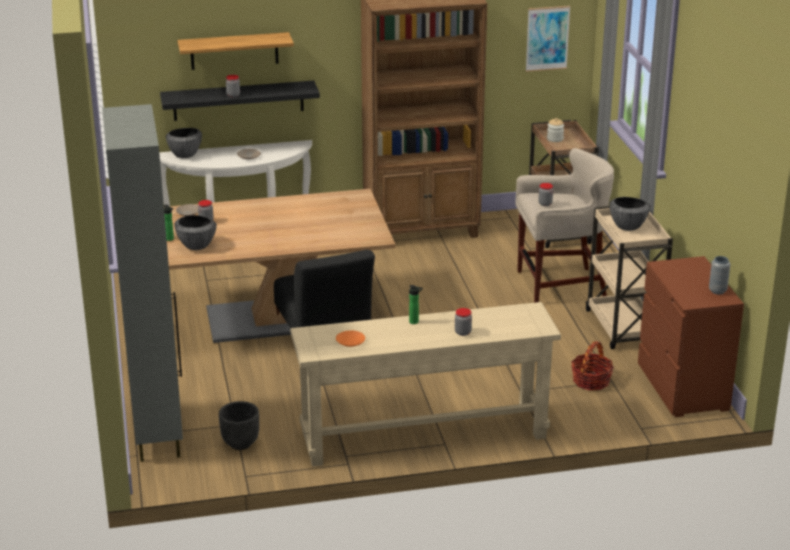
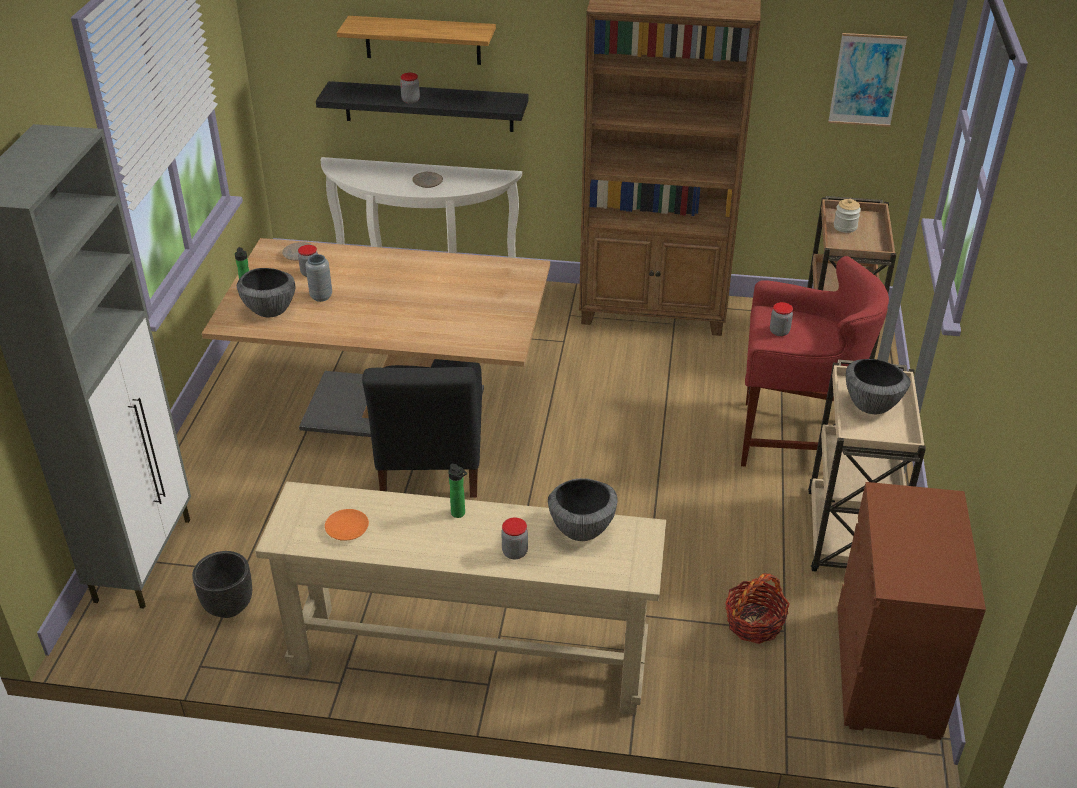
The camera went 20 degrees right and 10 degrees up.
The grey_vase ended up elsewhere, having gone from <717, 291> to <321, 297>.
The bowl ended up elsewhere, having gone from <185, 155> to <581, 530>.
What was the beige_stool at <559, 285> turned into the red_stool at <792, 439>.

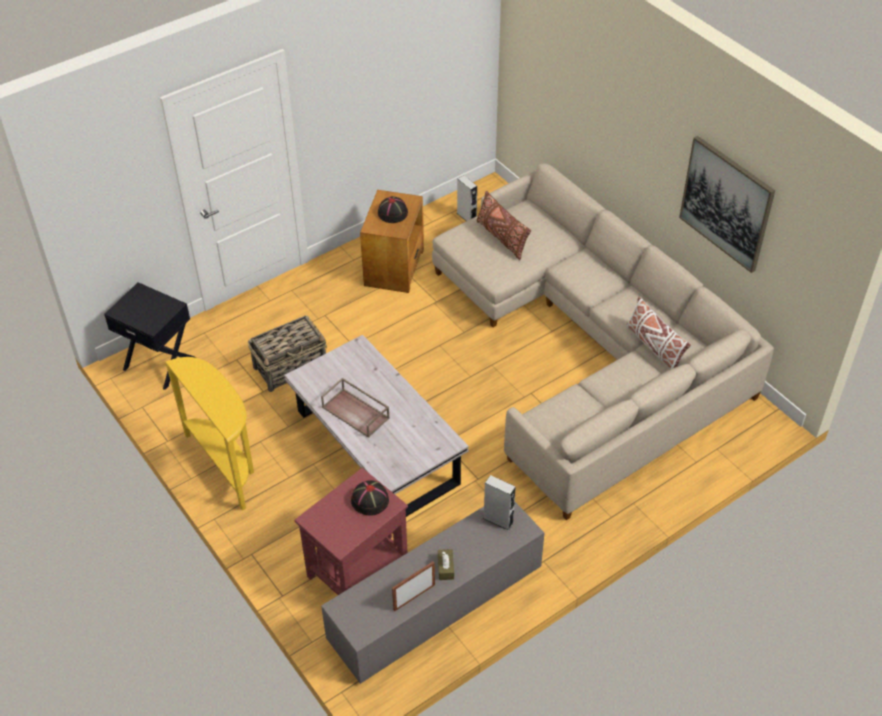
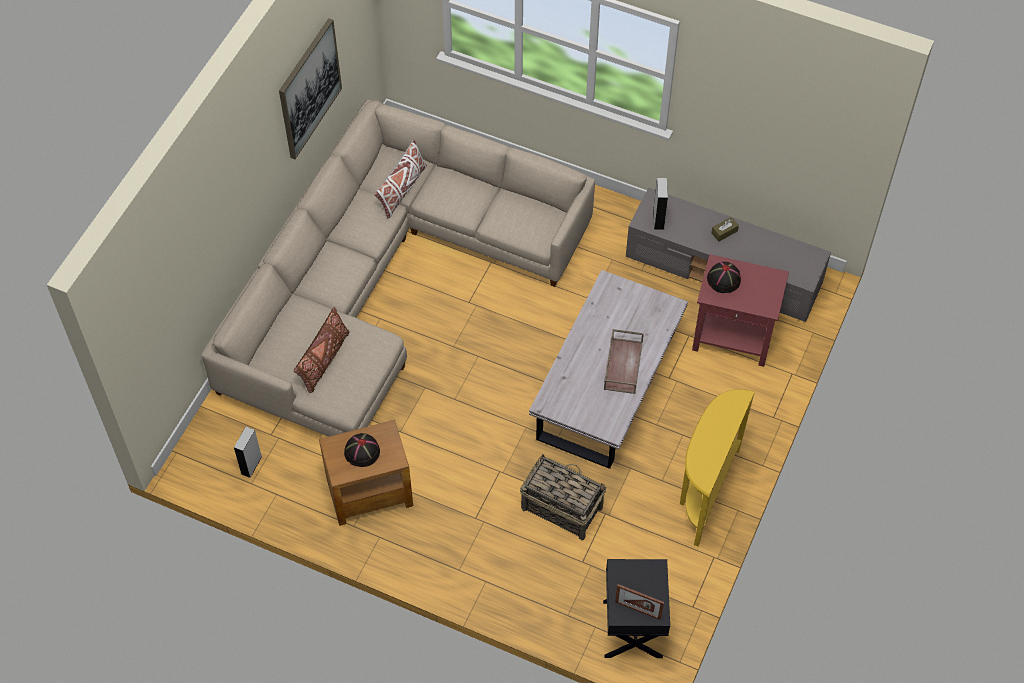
The camera went 120 degrees left and 10 degrees up.
The picture_frame ended up elsewhere, having gone from <414, 597> to <638, 610>.

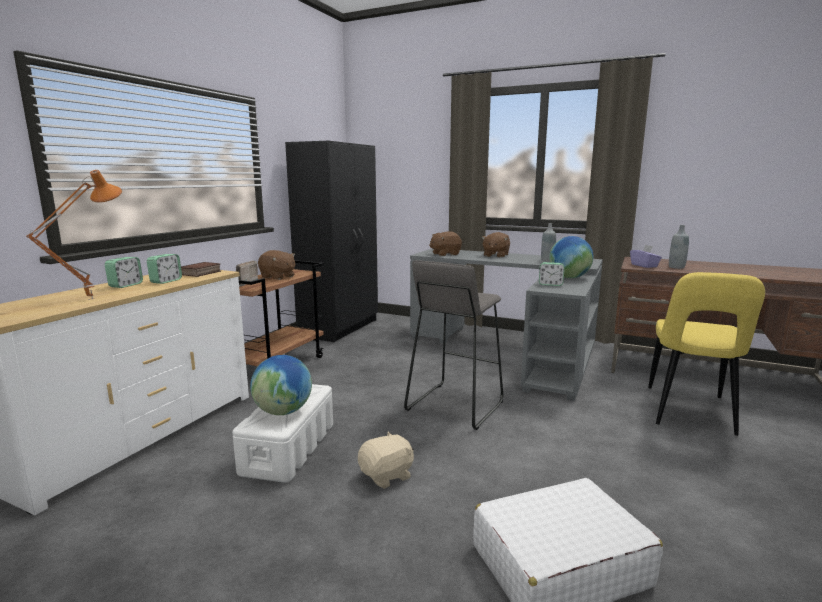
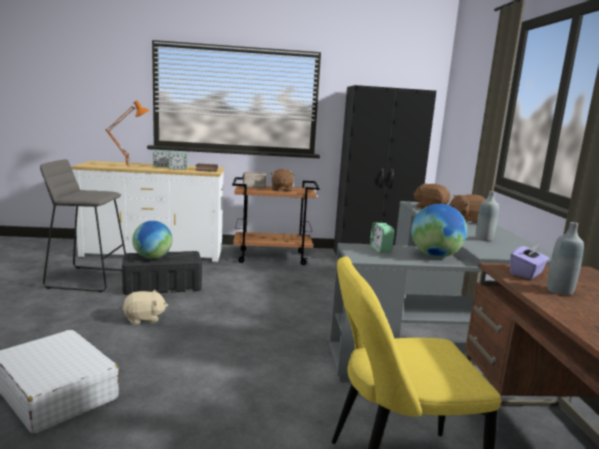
The camera went 60 degrees right and 0 degrees up.
The grey_stool ended up elsewhere, having gone from <454, 405> to <88, 279>.
What was the white_storage_box at <288, 448> turned into the black_storage_box at <162, 286>.
The beige_plush_toy at <387, 476> ended up facing another way, 45 degrees counterclockwise from before.

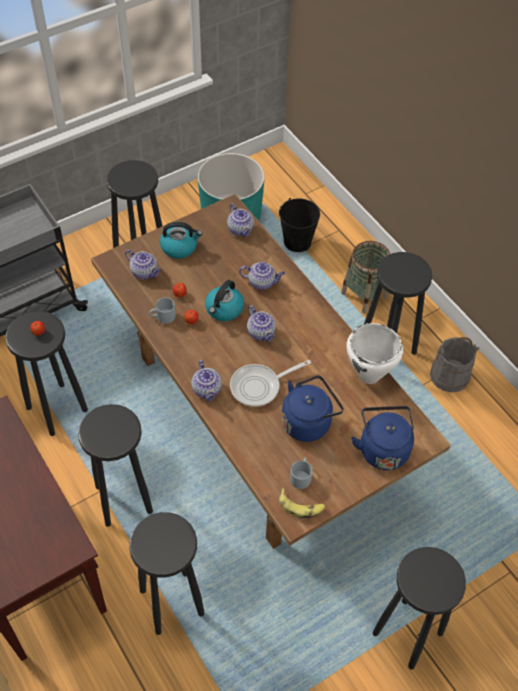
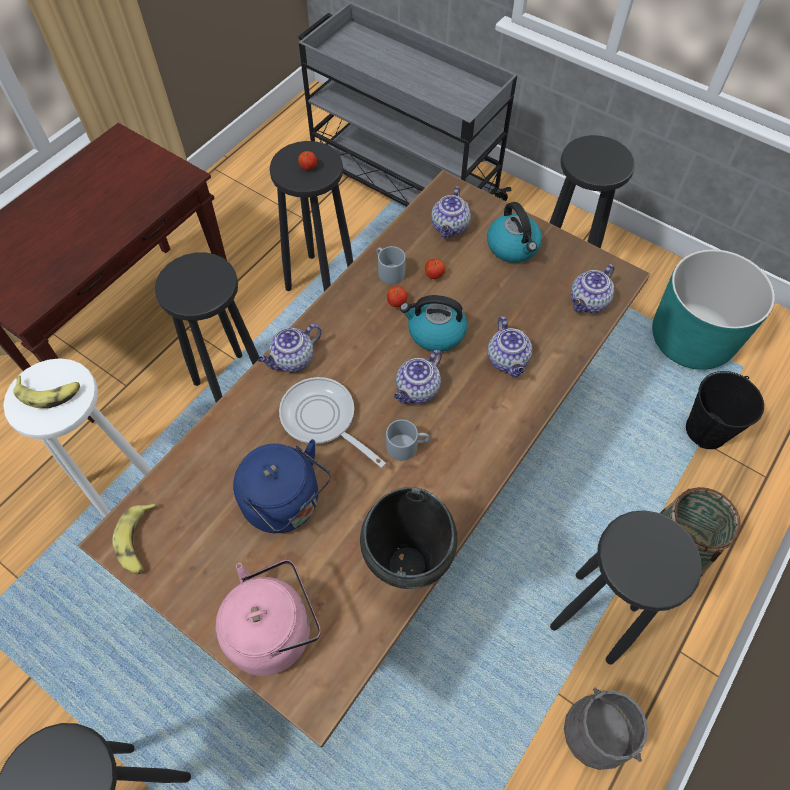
The camera went 70 degrees right and 5 degrees up.
What was the black_stool at <171, 601> turned into the white_stool at <120, 482>.
The second view gained the banana at <49, 393>.
What was the blue_kettle at <382, 448> turned into the pink_kettle at <275, 629>.
What was the white_cooking_pot at <369, 375> turned into the black_cooking_pot at <406, 565>.
The grey_mug ended up elsewhere, having gone from <301, 476> to <407, 446>.

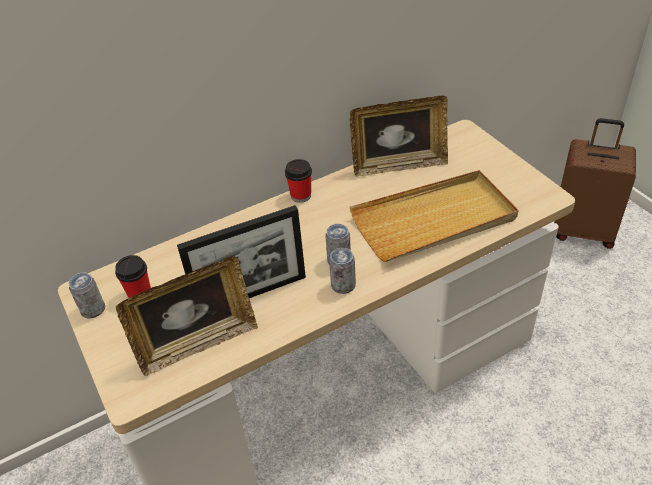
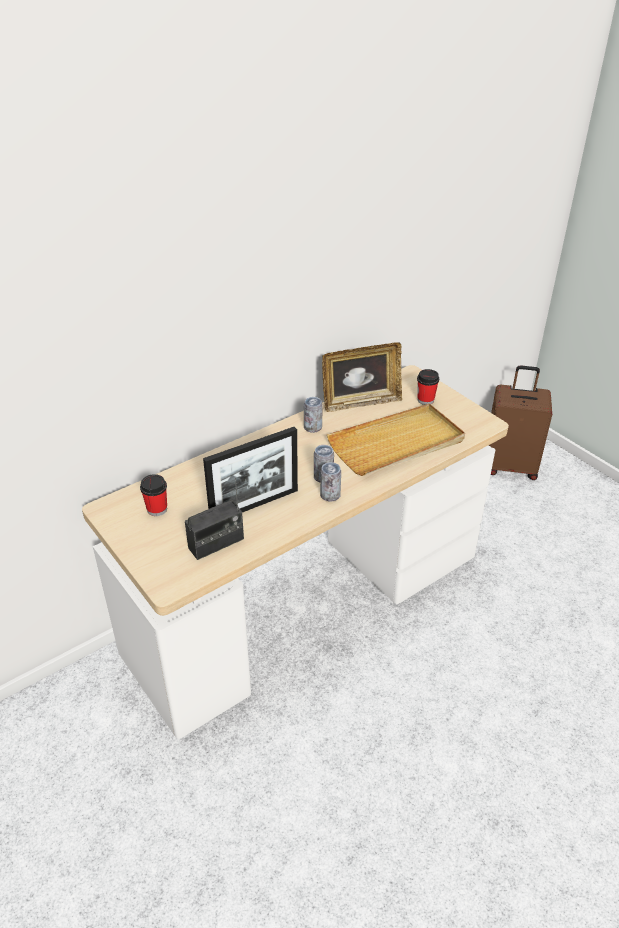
The camera went 10 degrees left and 5 degrees down.
Where the picture_frame stood at <197, 343>, the radio came to stand at <216, 543>.
The can ended up elsewhere, having gone from <93, 310> to <312, 427>.
The cup ended up elsewhere, having gone from <301, 196> to <425, 400>.

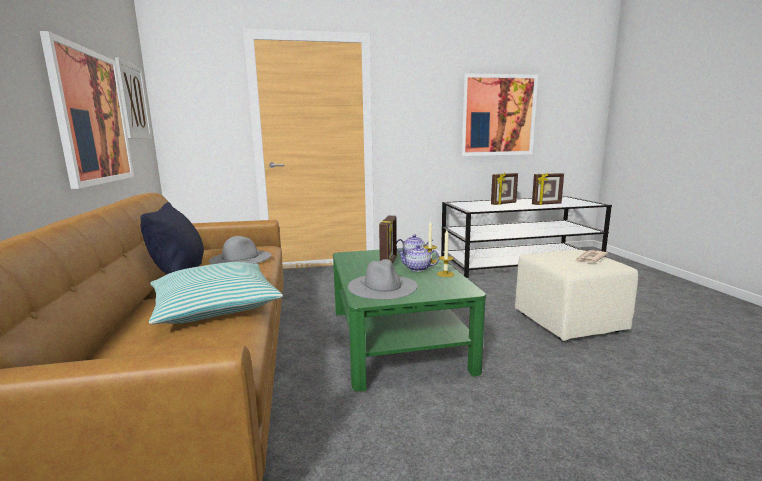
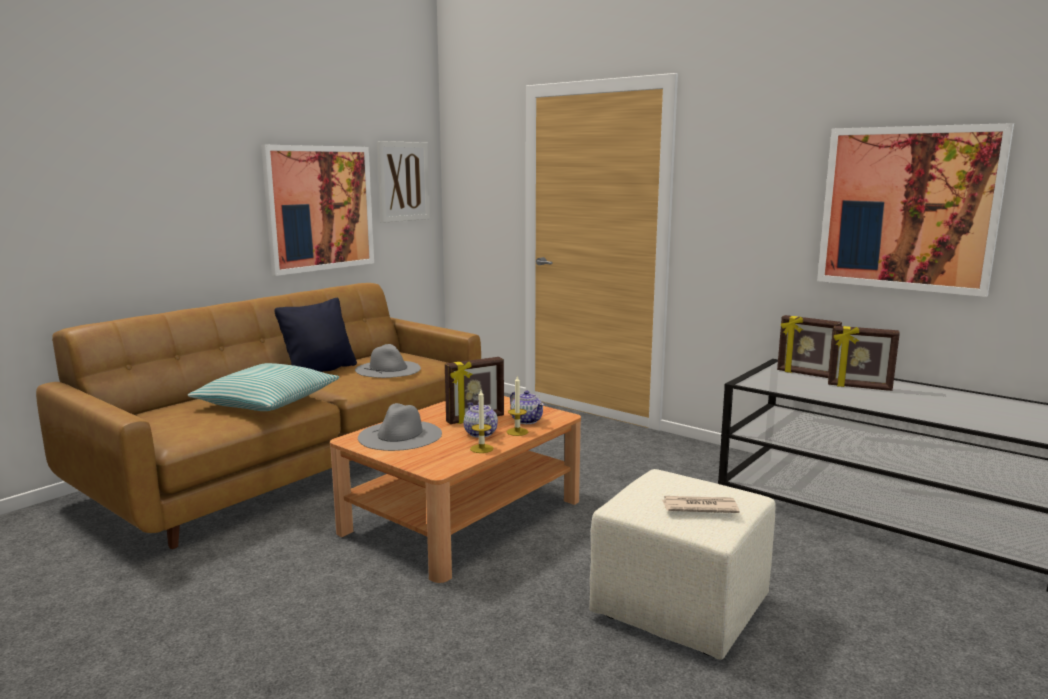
The camera went 50 degrees right and 0 degrees up.
What was the green_coffee_table at <397, 338> turned into the brown_coffee_table at <463, 515>.
The picture_frame ended up elsewhere, having gone from <546, 204> to <805, 374>.

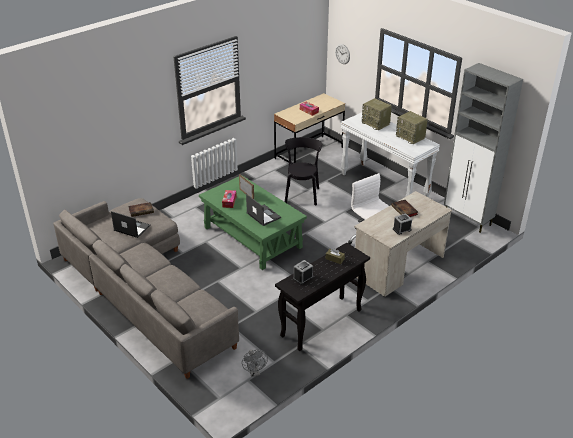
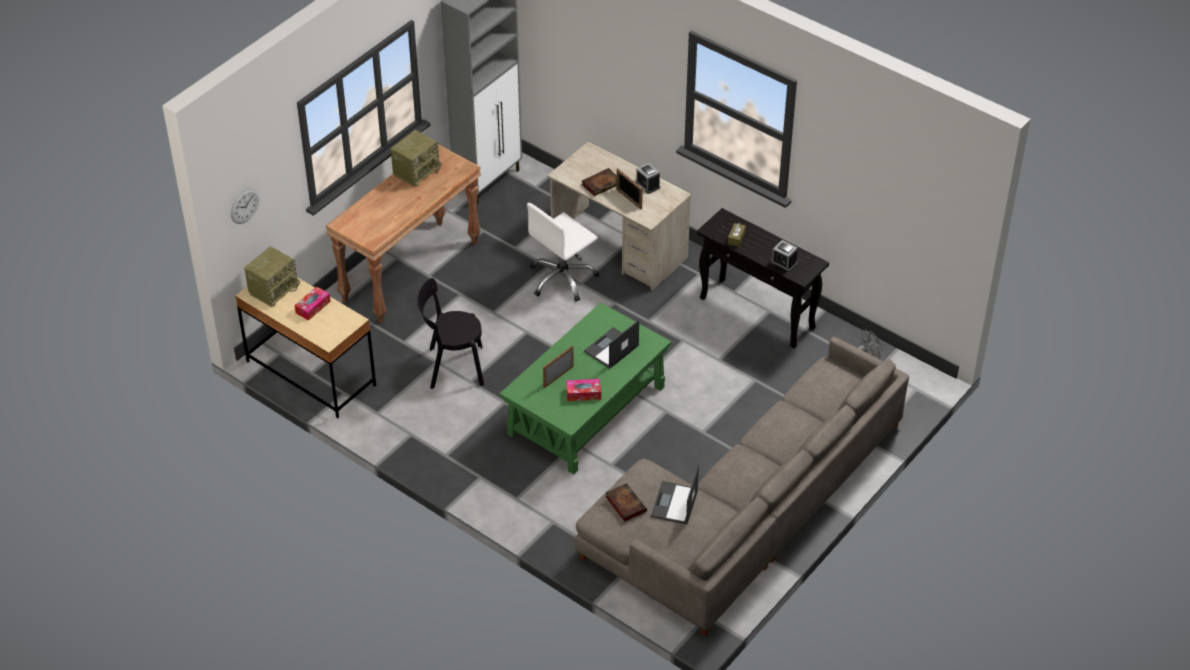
The camera went 100 degrees left and 10 degrees up.
The radio ended up elsewhere, having gone from <376, 123> to <273, 289>.
What was the white_console_table at <384, 186> turned into the brown_console_table at <410, 271>.
The second view gained the picture_frame at <629, 199>.

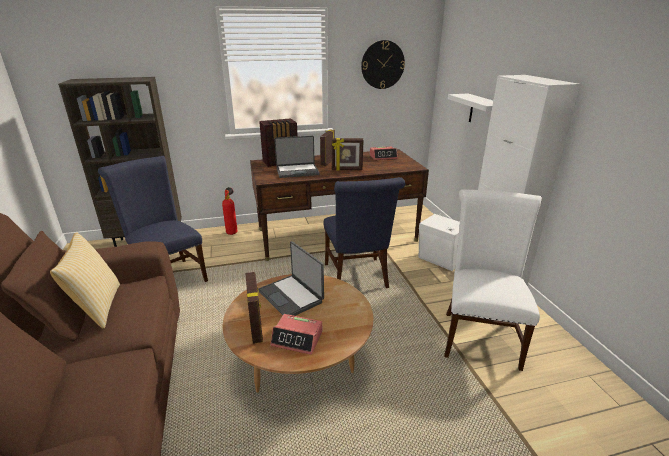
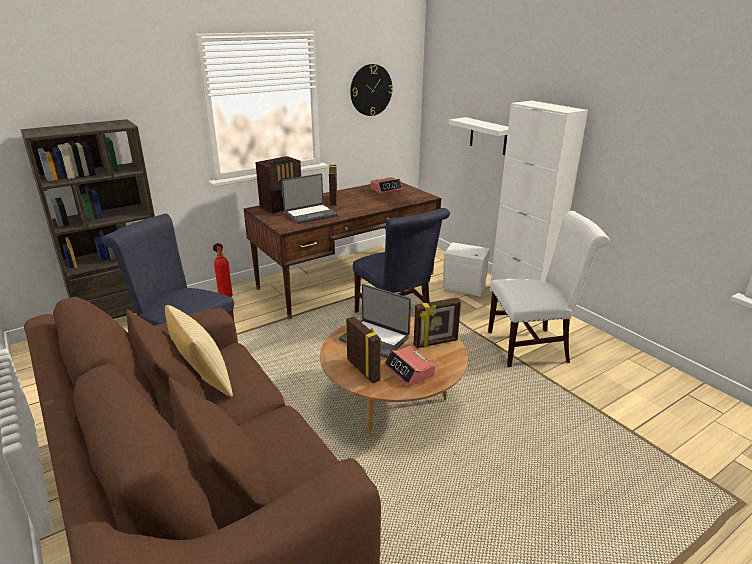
The camera went 20 degrees left and 0 degrees up.
The alarm_clock at <297, 339> ended up facing another way, 60 degrees clockwise from before.
The picture_frame ended up elsewhere, having gone from <347, 169> to <436, 343>.
The white_chair at <479, 335> ended up facing another way, 90 degrees clockwise from before.

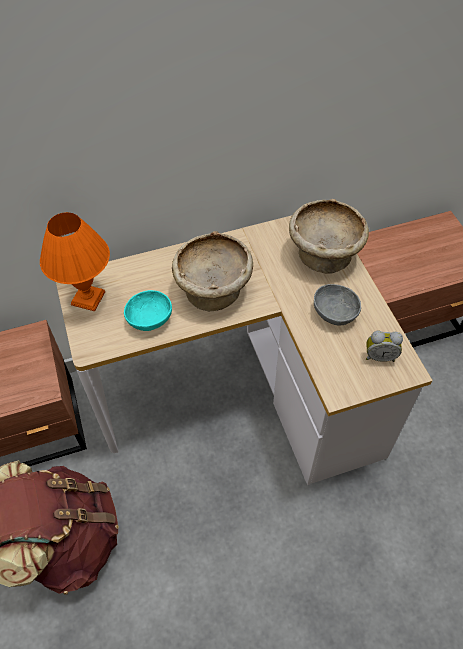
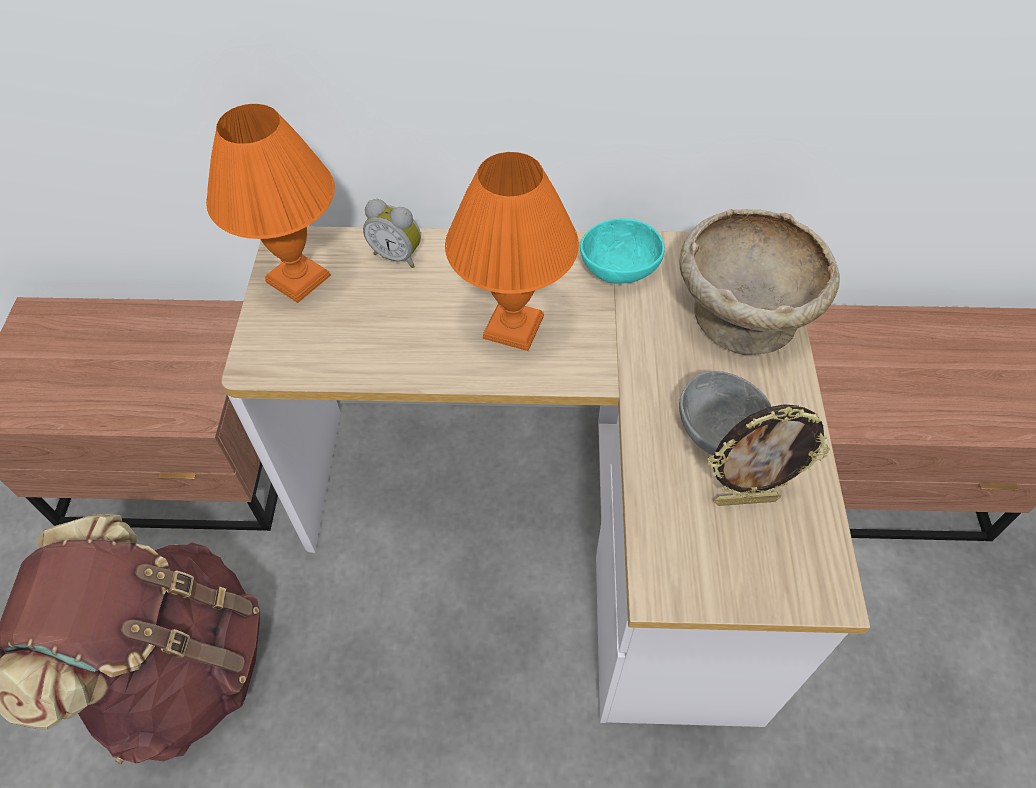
The camera went 20 degrees right and 0 degrees up.
The alarm_clock ended up elsewhere, having gone from <379, 356> to <398, 255>.
Where the beige_bowl stood at <214, 291>, the orange_table_lamp came to stand at <513, 325>.
The turquoise_bowl ended up elsewhere, having gone from <149, 319> to <618, 268>.
The second view gained the picture_frame at <746, 499>.

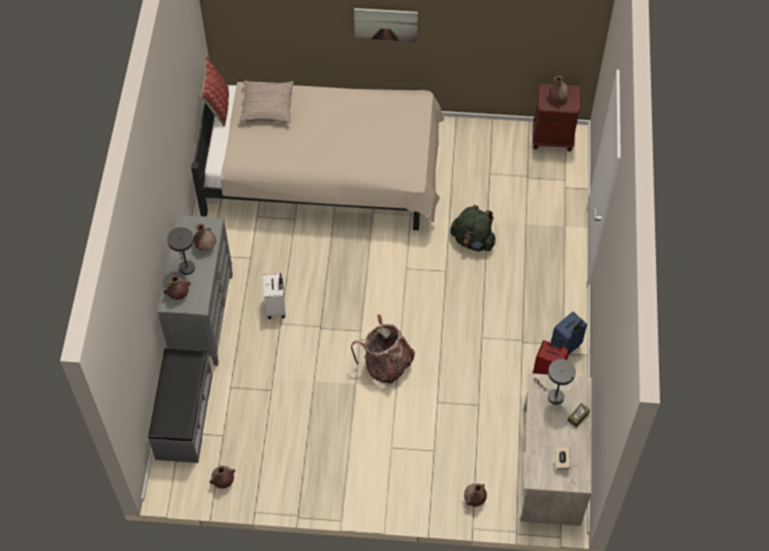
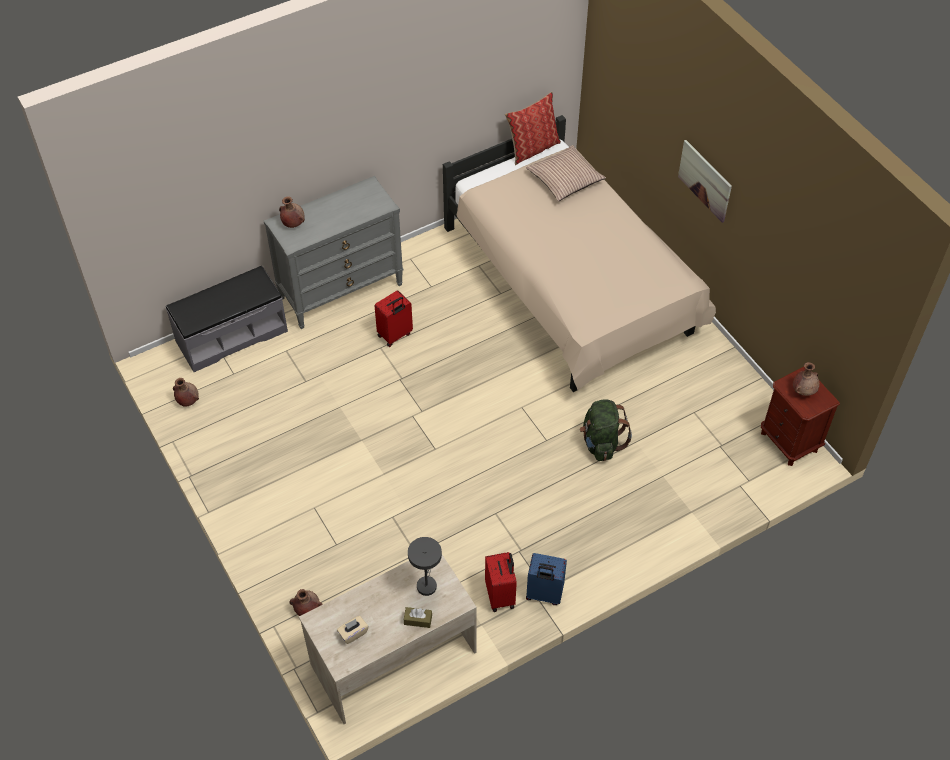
The camera went 55 degrees right and 5 degrees down.
What was the white_suitcase at <277, 307> turned into the red_suitcase at <395, 335>.
The second view lost the grey_table_lamp at <186, 266>.
The second view lost the brown_vase at <206, 245>.
The second view lost the backpack at <386, 365>.

